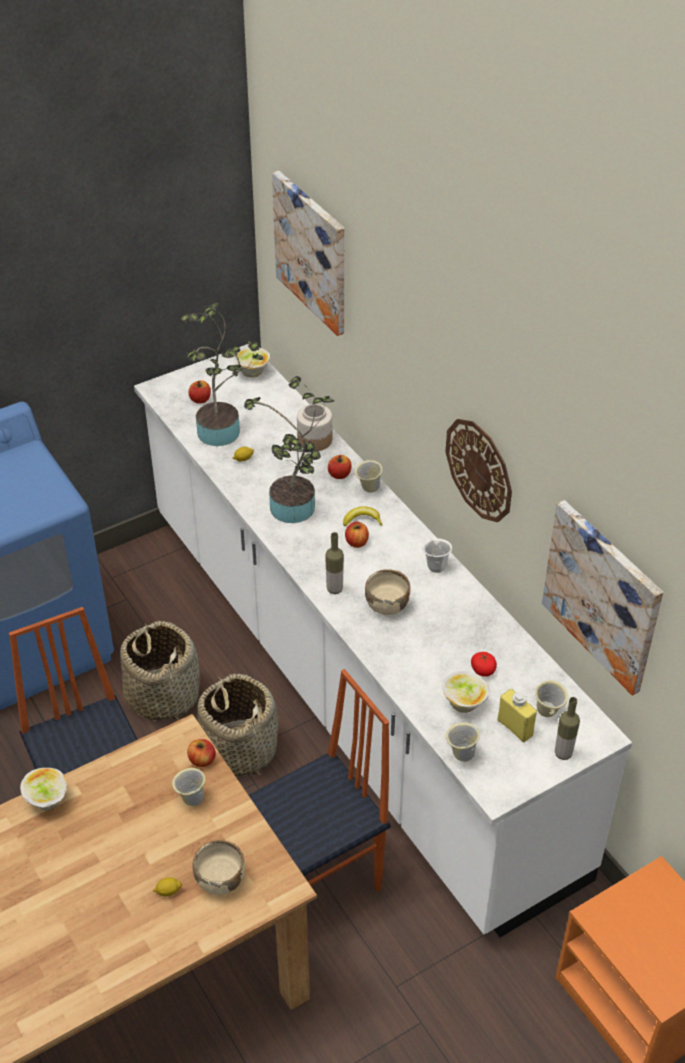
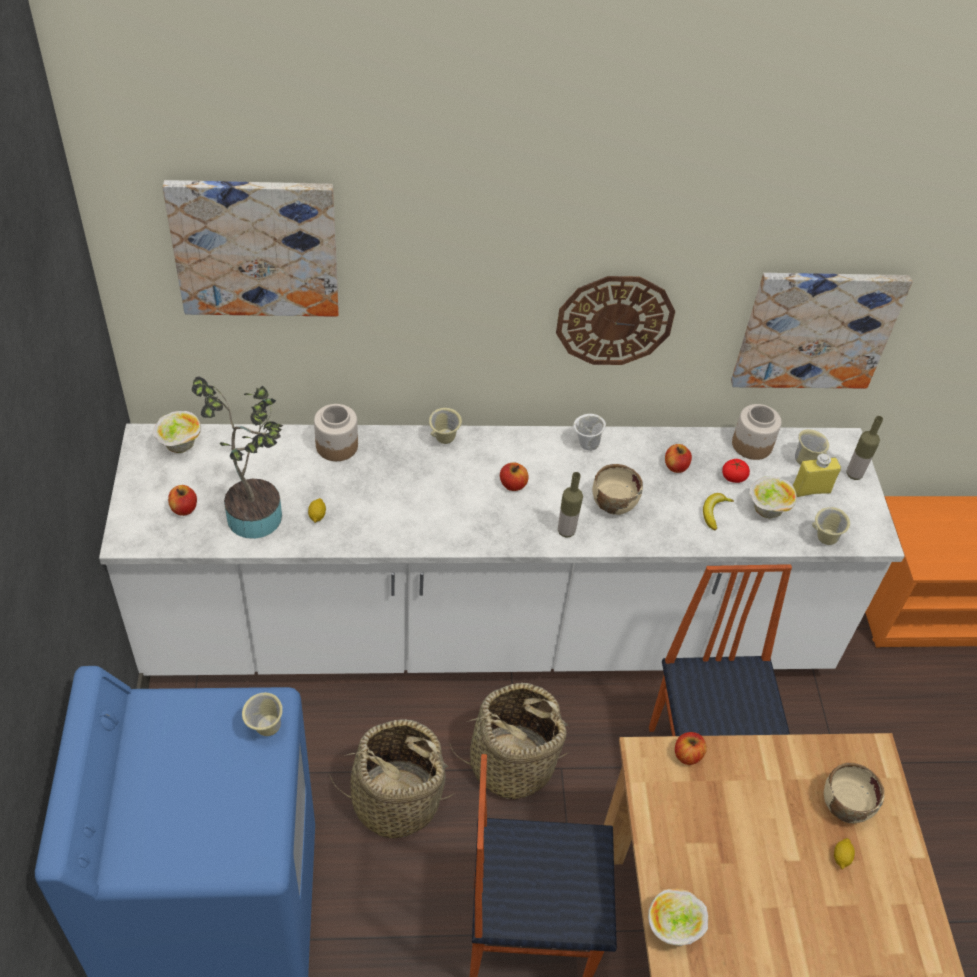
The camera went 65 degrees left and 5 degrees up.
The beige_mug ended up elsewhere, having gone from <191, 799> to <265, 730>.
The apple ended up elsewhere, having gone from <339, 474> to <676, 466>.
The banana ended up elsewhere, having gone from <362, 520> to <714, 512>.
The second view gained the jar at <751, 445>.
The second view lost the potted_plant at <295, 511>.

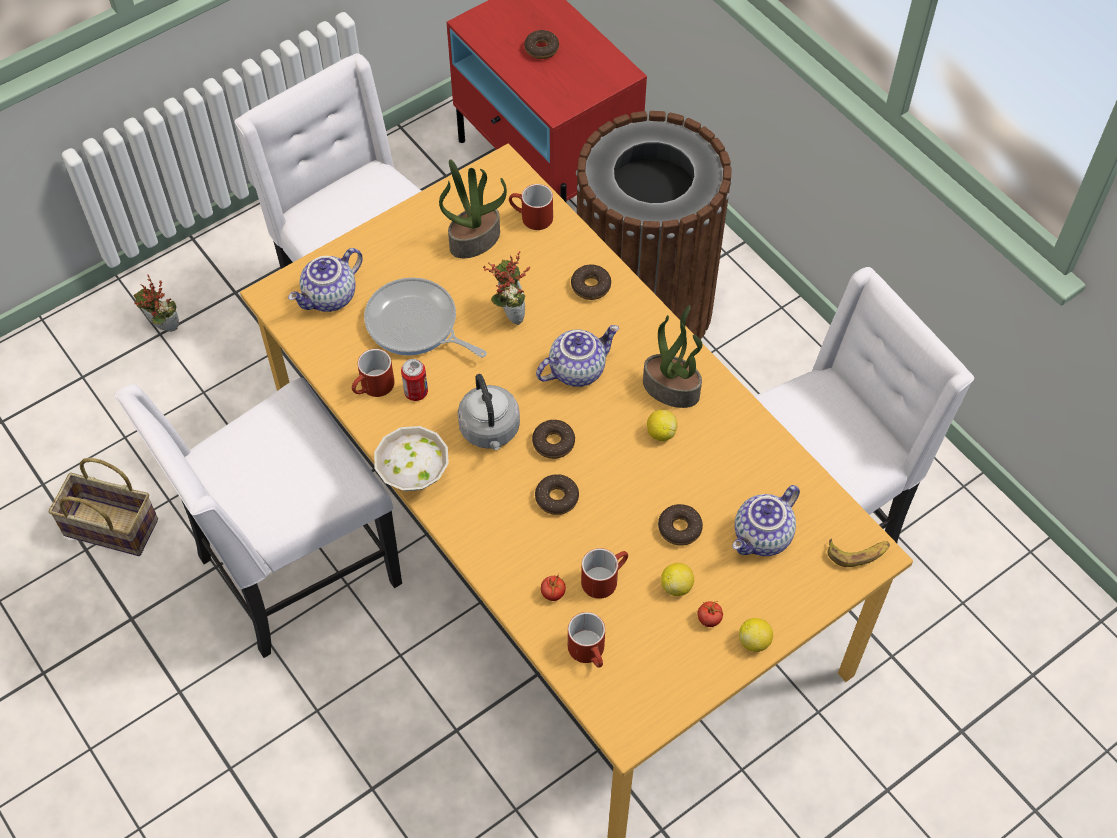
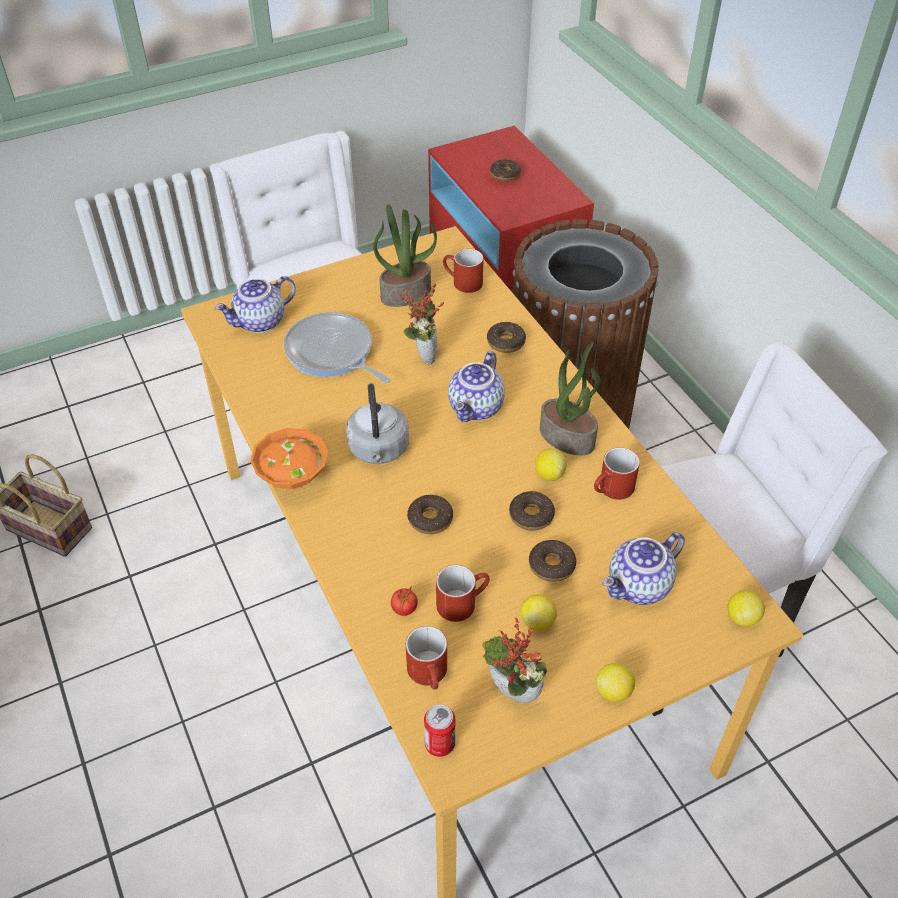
The camera went 10 degrees right and 10 degrees down.
What was the white_bowl at <412, 476> turned into the orange_bowl at <291, 479>.
The can ended up elsewhere, having gone from <416, 392> to <440, 744>.
The teapot at <577, 369> ended up facing another way, 135 degrees clockwise from before.
The potted_plant ended up elsewhere, having gone from <162, 328> to <510, 696>.
The donut ended up elsewhere, having gone from <553, 443> to <531, 515>.
The red_mug ended up elsewhere, having gone from <373, 388> to <612, 490>.
Where the banana stood at <858, 553>, the lemon came to stand at <742, 617>.
The second view lost the white_chair at <294, 571>.
The second view lost the tomato at <709, 619>.

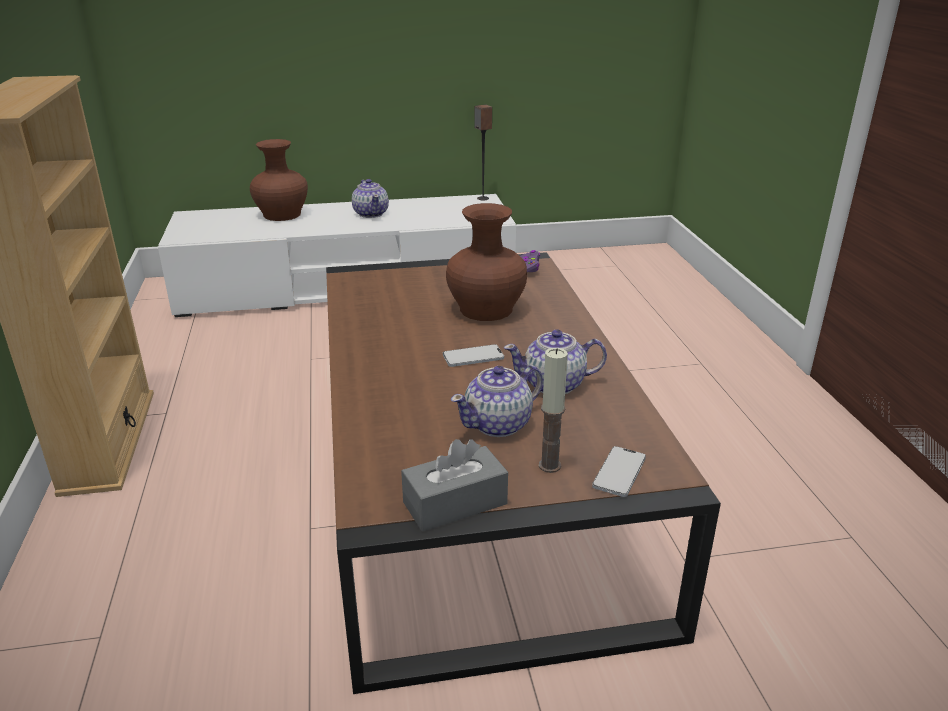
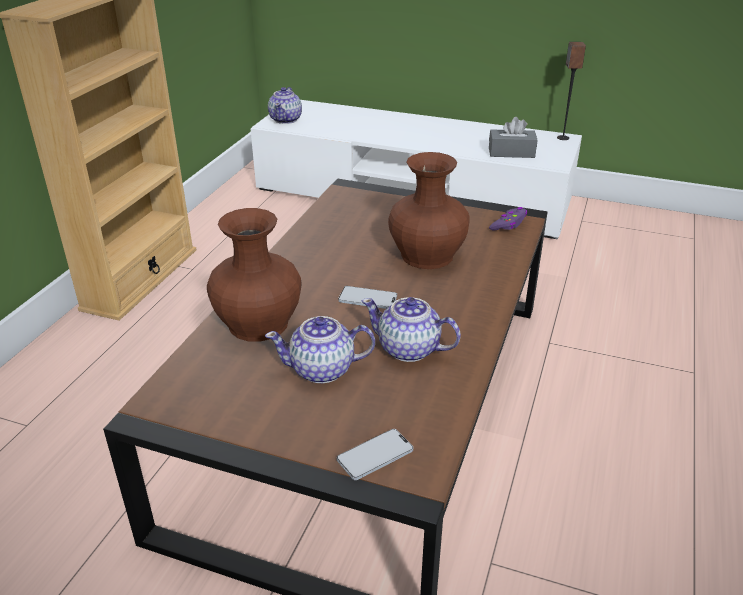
The camera went 30 degrees right and 5 degrees up.
The brown_vase ended up elsewhere, having gone from <283, 214> to <259, 324>.
The teapot ended up elsewhere, having gone from <371, 213> to <286, 119>.
The grey_tissue_box ended up elsewhere, having gone from <455, 503> to <511, 152>.
The second view lost the candle at <549, 465>.

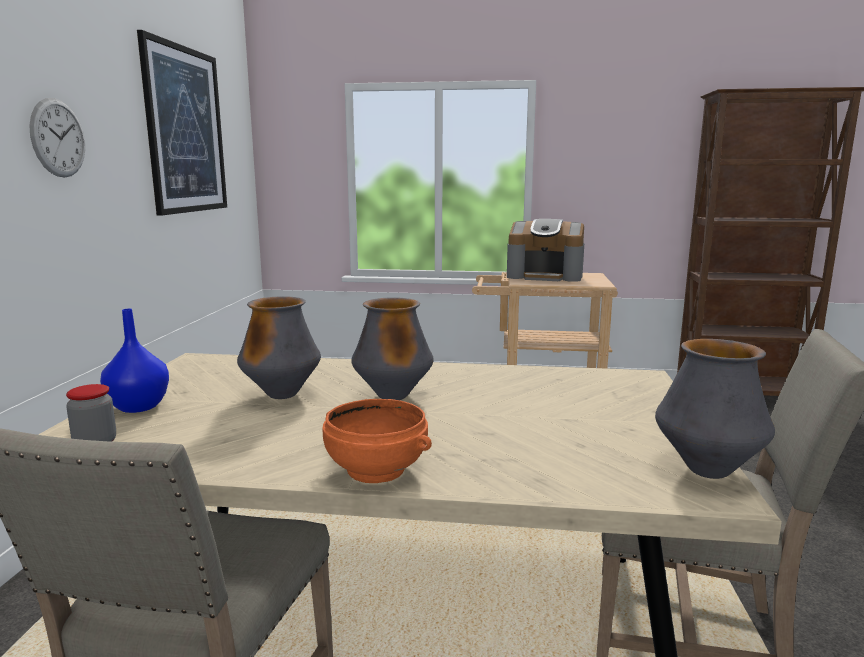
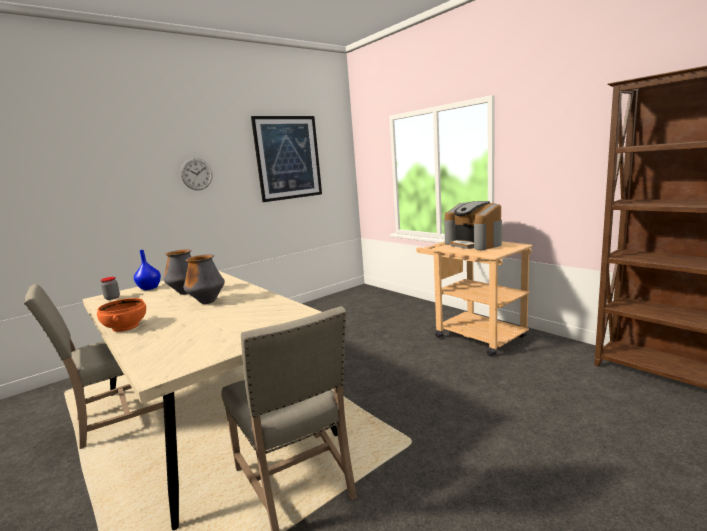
The camera went 45 degrees right and 0 degrees up.
The second view lost the vase at <707, 470>.

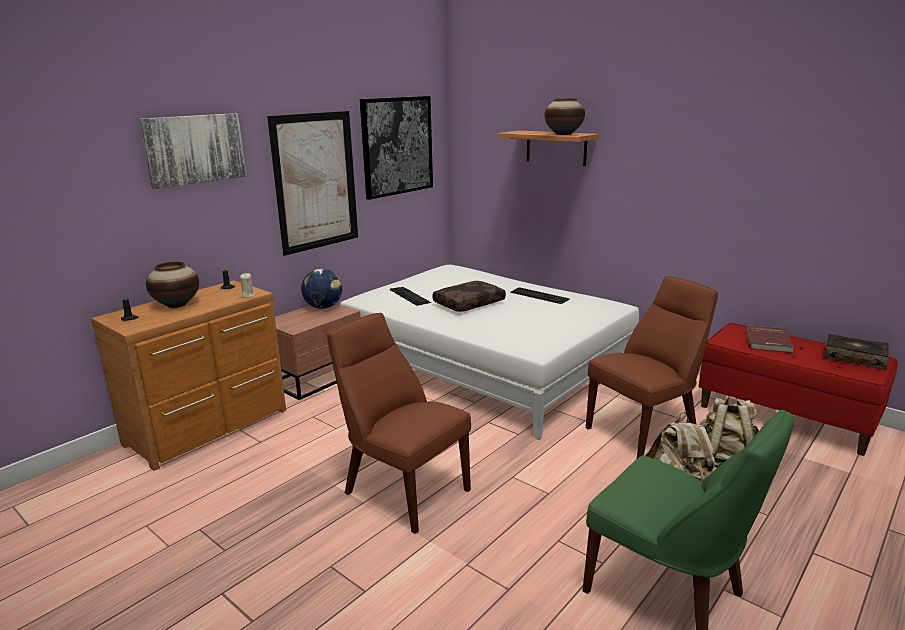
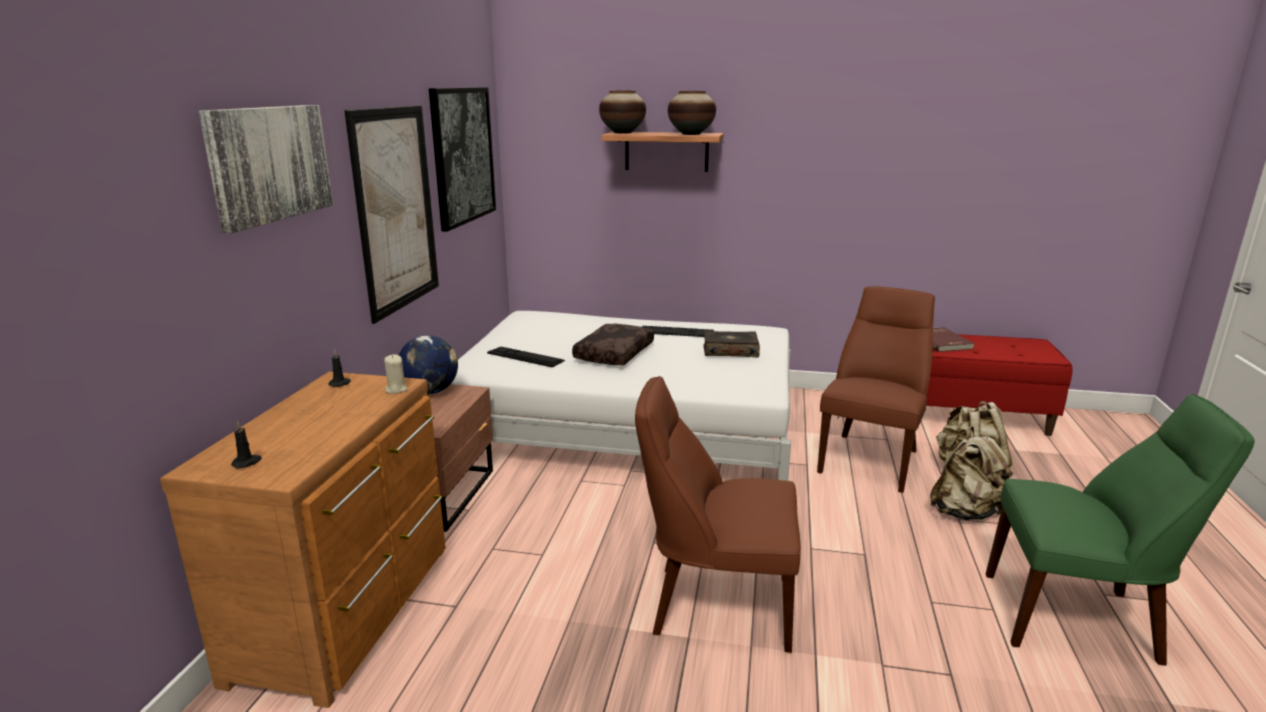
The camera went 30 degrees left and 0 degrees up.
The vase ended up elsewhere, having gone from <177, 305> to <623, 133>.
The book ended up elsewhere, having gone from <854, 358> to <730, 351>.

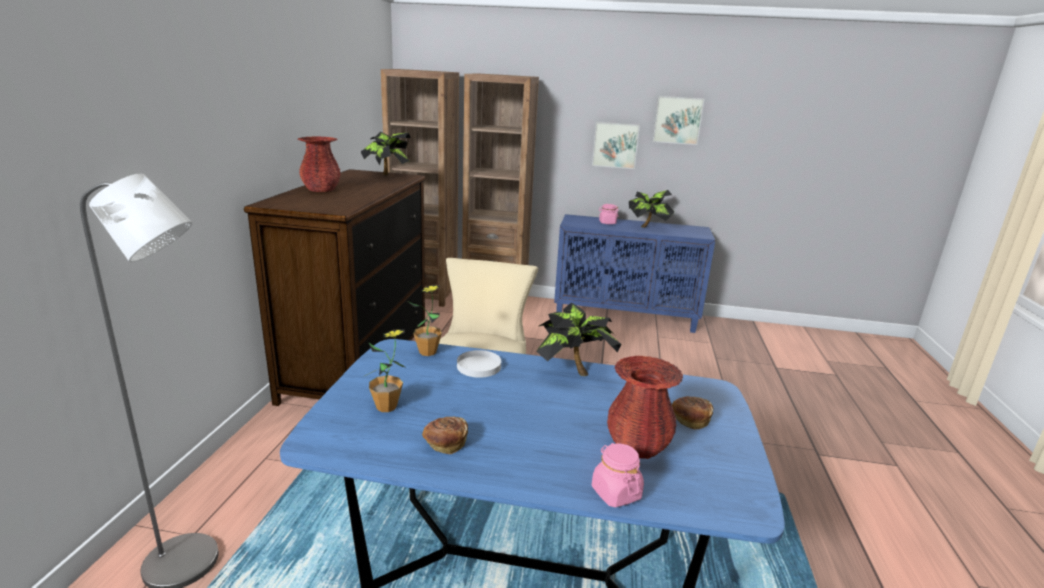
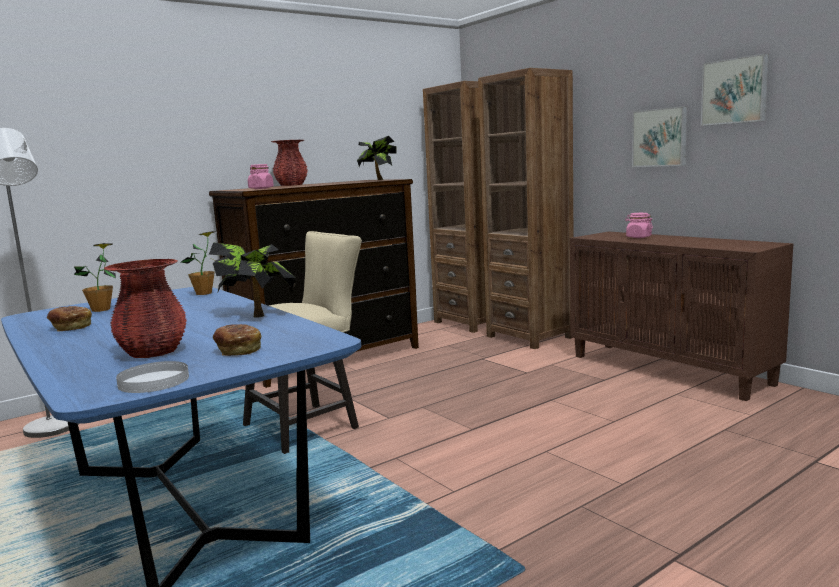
The camera went 45 degrees right and 10 degrees down.
The white_plate ended up elsewhere, having gone from <479, 366> to <153, 381>.
The pink_jar ended up elsewhere, having gone from <615, 493> to <261, 188>.
What was the blue_cabinet at <625, 316> turned into the brown_cabinet at <669, 369>.
The second view lost the potted_plant at <649, 227>.

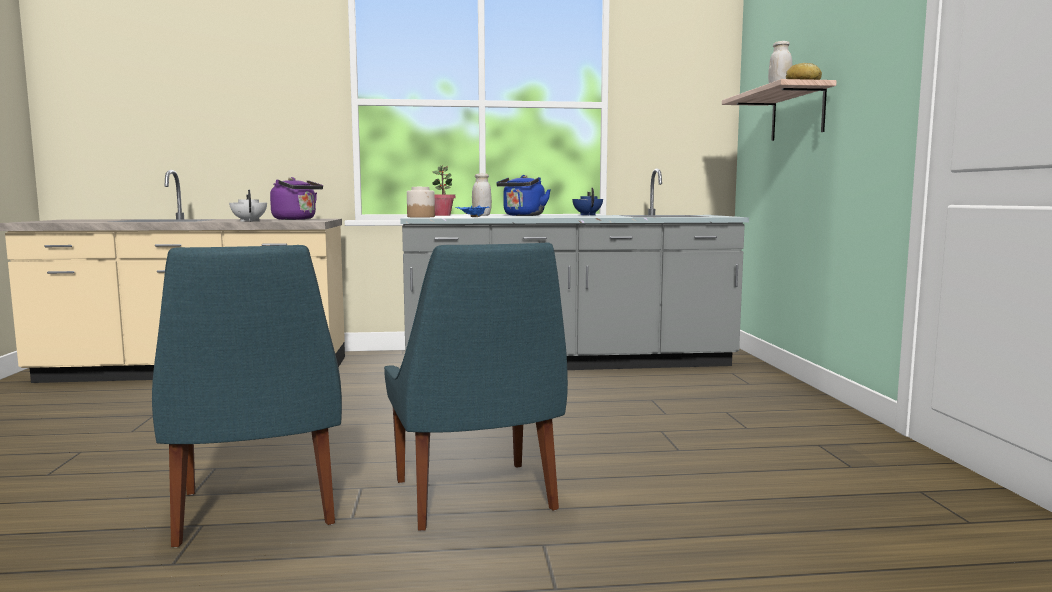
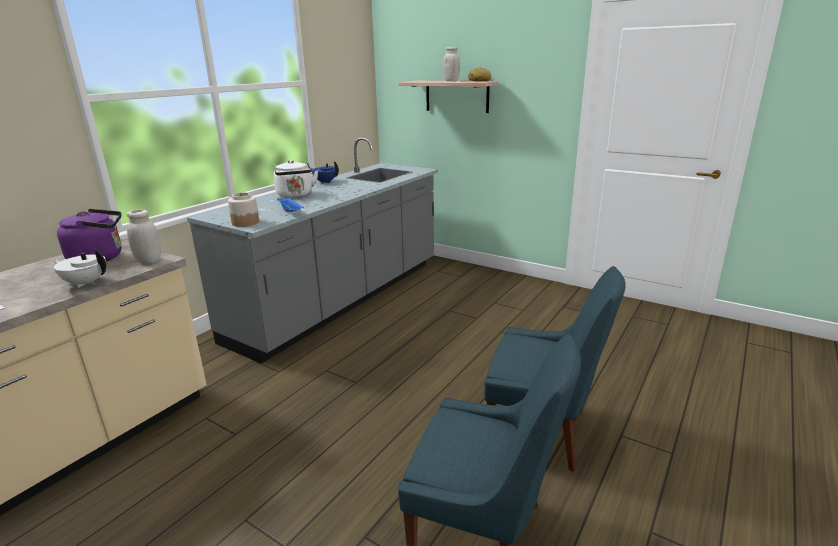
The camera went 50 degrees left and 15 degrees up.
The white_jar ended up elsewhere, having gone from <481, 215> to <149, 261>.
What was the blue_kettle at <523, 215> turned into the white_kettle at <295, 195>.
The second view lost the potted_plant at <442, 215>.

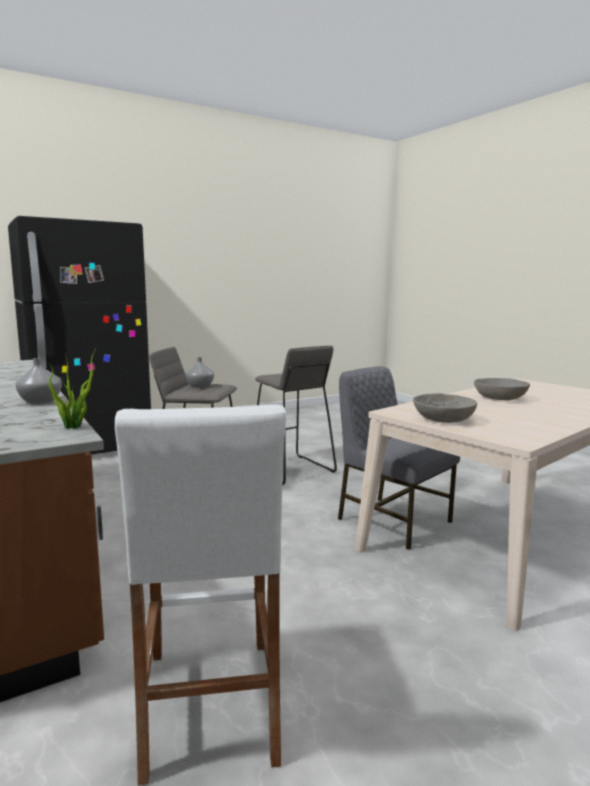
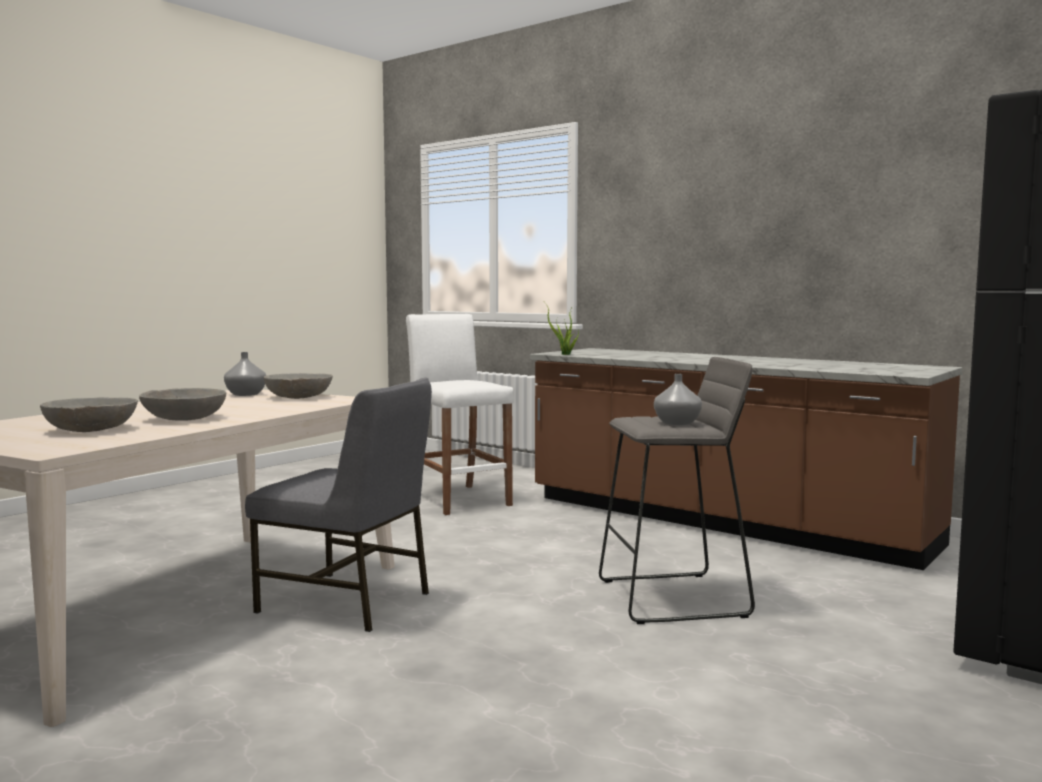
The camera went 160 degrees right and 5 degrees down.
The second view gained the grey_bowl at <92, 429>.
The grey_vase ended up elsewhere, having gone from <40, 401> to <246, 394>.
The second view lost the grey_stool at <291, 470>.

